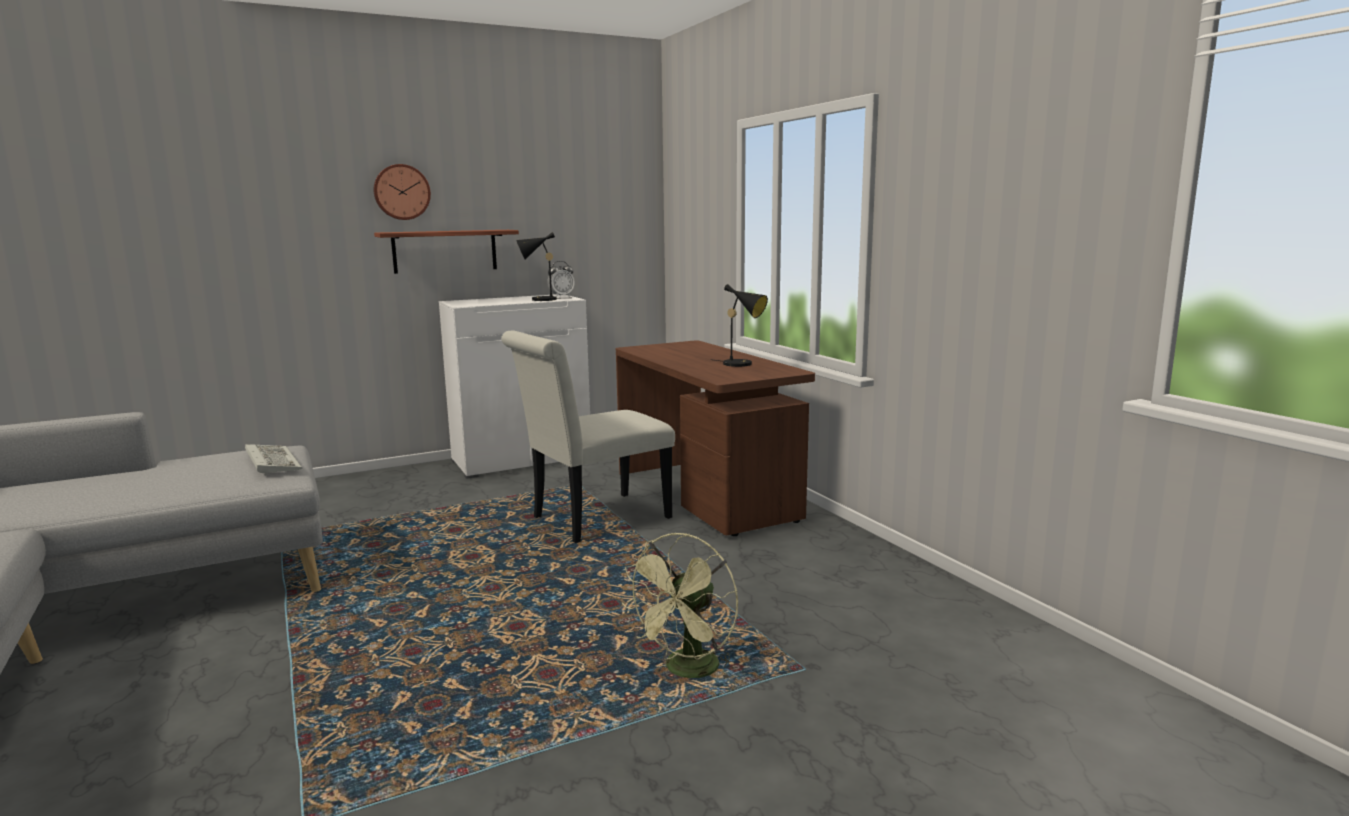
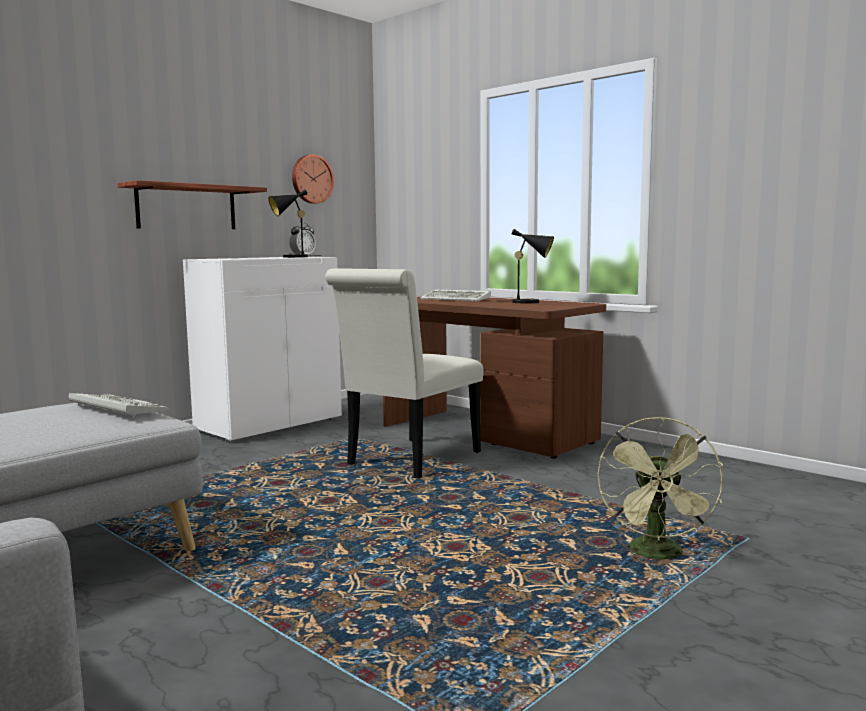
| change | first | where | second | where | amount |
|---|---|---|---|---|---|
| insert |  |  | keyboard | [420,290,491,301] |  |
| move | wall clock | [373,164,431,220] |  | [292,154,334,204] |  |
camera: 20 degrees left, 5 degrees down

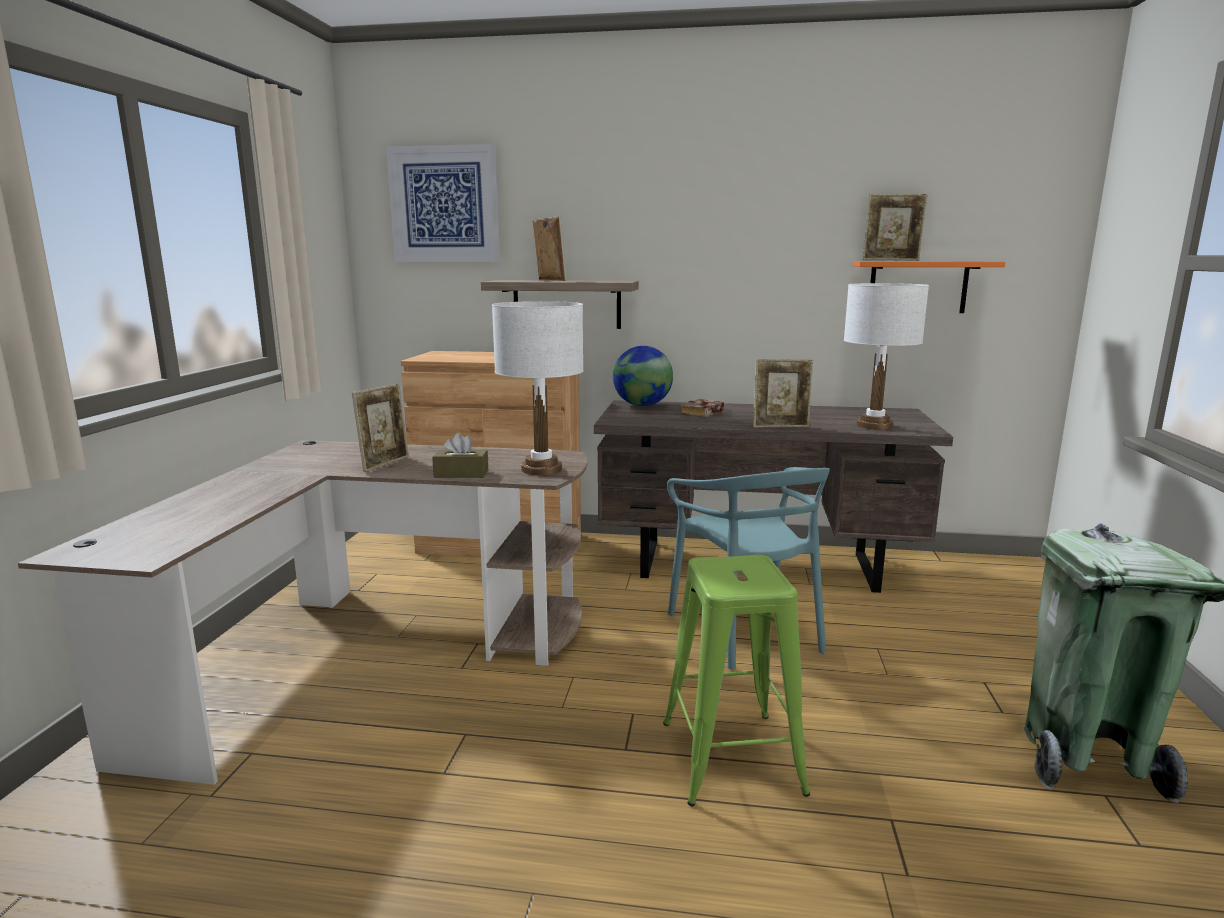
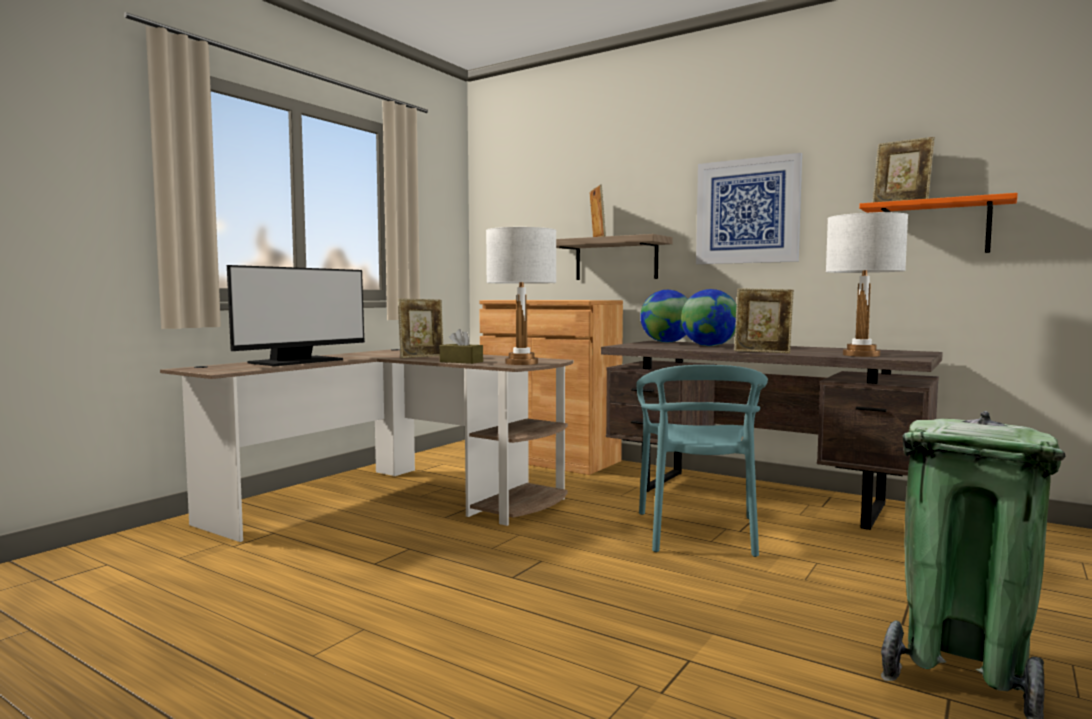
| change | first | where | second | where | amount |
|---|---|---|---|---|---|
| delete | green stool | [663,555,810,806] |  |  |  |
| insert |  |  | monitor | [227,265,365,366] |  |
| move | picture | [386,144,500,262] |  | [696,153,802,264] |  |
| replace | book | [681,399,724,417] | globe | [681,289,736,346] |  |
camera: 25 degrees right, 10 degrees down

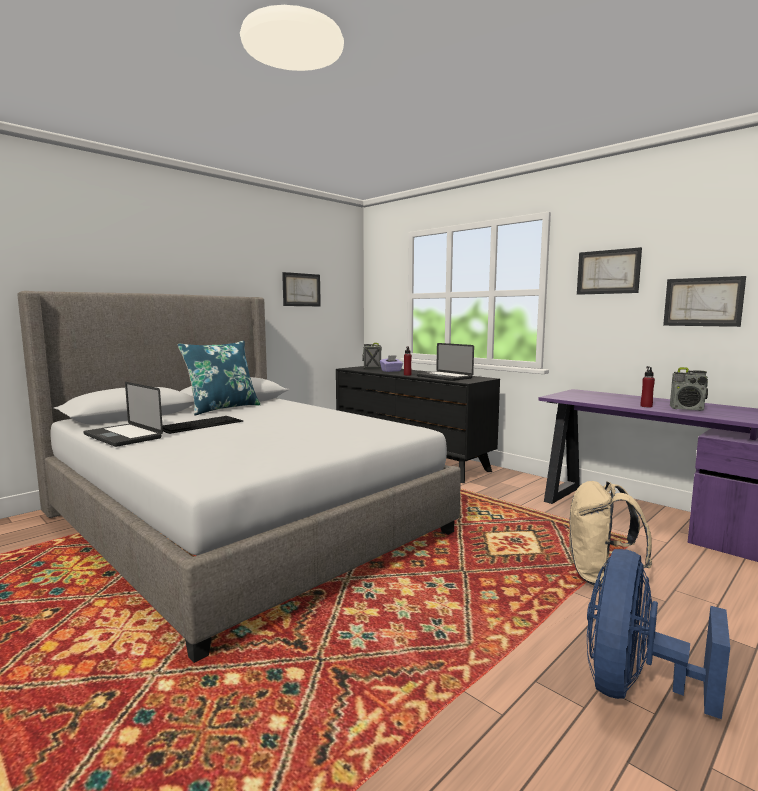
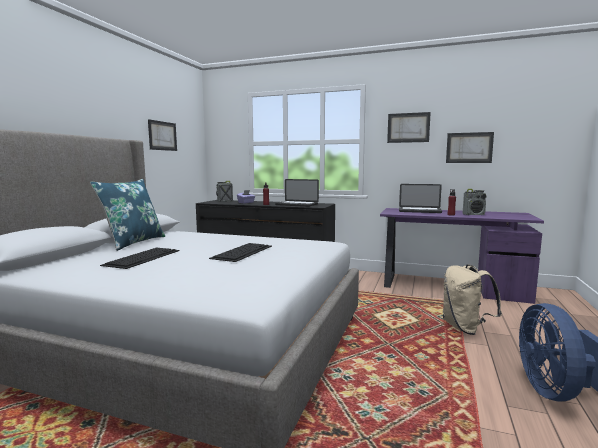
| change | first | where | second | where | amount |
|---|---|---|---|---|---|
| insert |  |  | keyboard | [209,243,272,262] |  |
| move | laptop | [83,382,163,447] |  | [399,184,442,213] |  |
camera: 25 degrees left, 0 degrees up

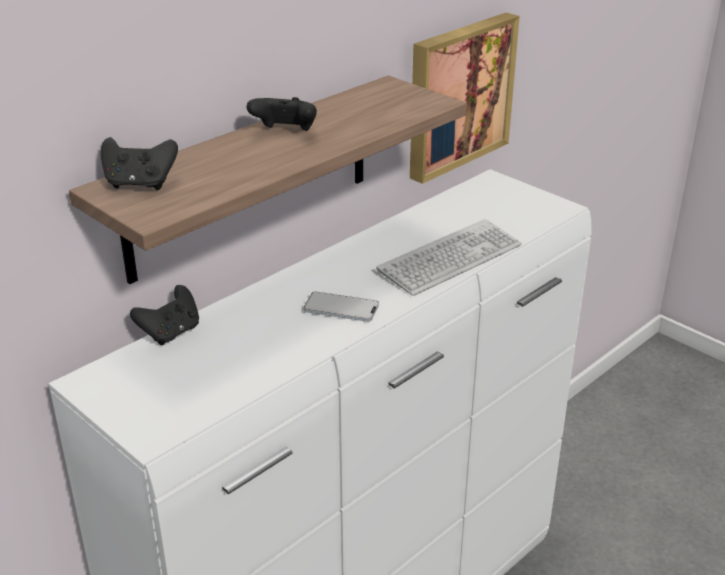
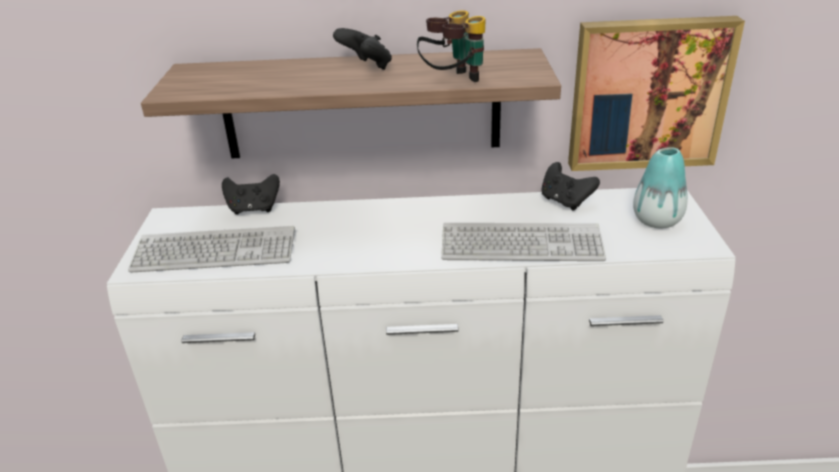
| change | first | where | second | where | amount |
|---|---|---|---|---|---|
| delete | phone | [303,292,379,322] |  |  |  |
| insert |  |  | keyboard | [128,226,295,273] |  |
| insert |  |  | binoculars | [417,10,486,82] |  |
| insert |  |  | vase | [633,147,688,228] |  |
| move | black game controller | [101,137,178,190] |  | [541,162,600,210] |  |
camera: 45 degrees right, 0 degrees up

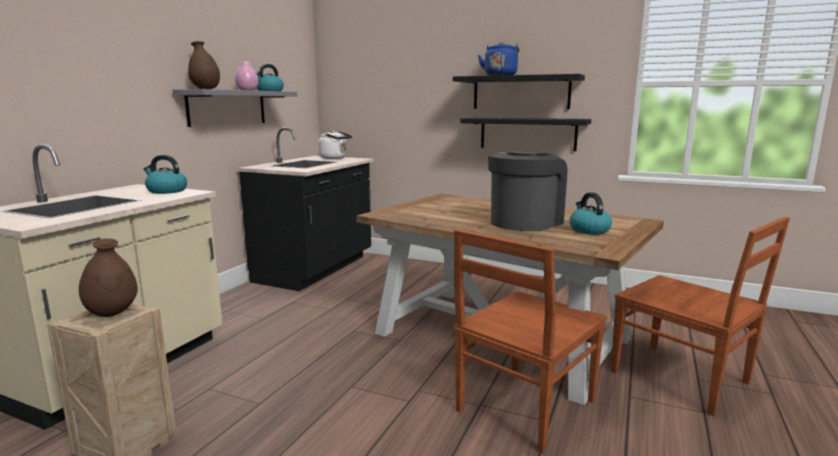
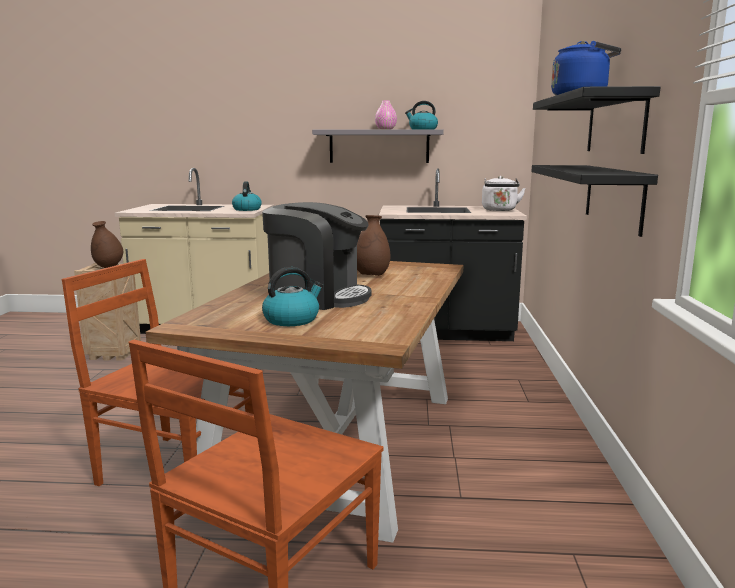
| change | first | where | second | where | amount |
|---|---|---|---|---|---|
| move | brown vase | [188,41,220,89] |  | [357,215,391,276] |  |
camera: 70 degrees right, 0 degrees up

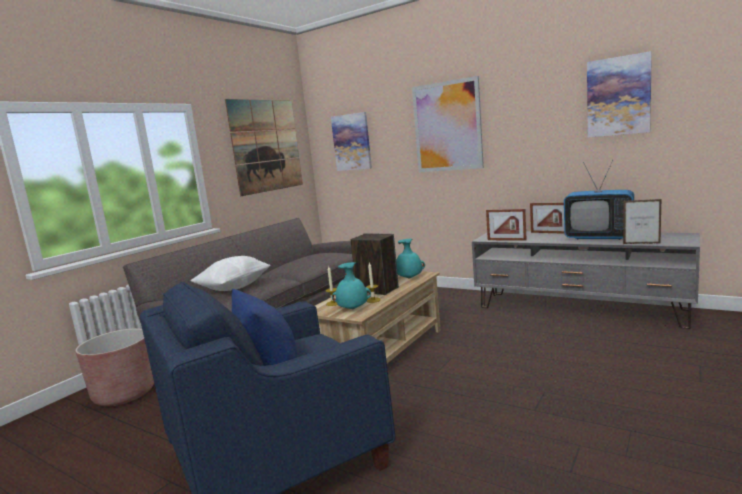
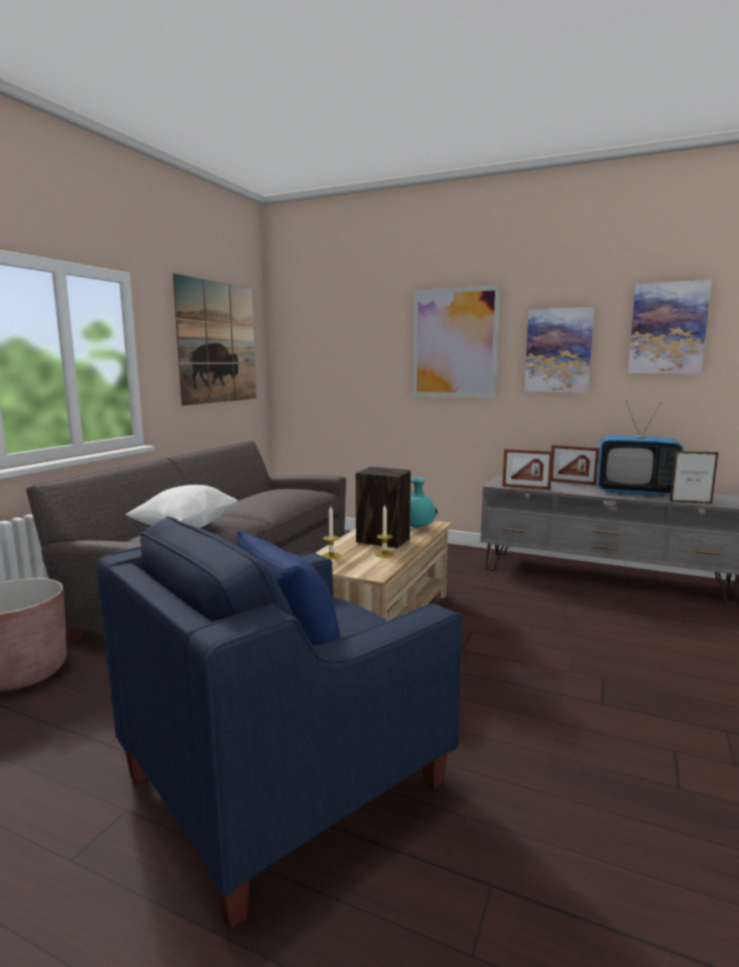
| change | first | where | second | where | amount |
|---|---|---|---|---|---|
| delete | turquoise vase | [332,262,371,309] |  |  |  |
| move | picture | [331,112,372,171] |  | [524,307,595,393] |  |
camera: 10 degrees left, 0 degrees up

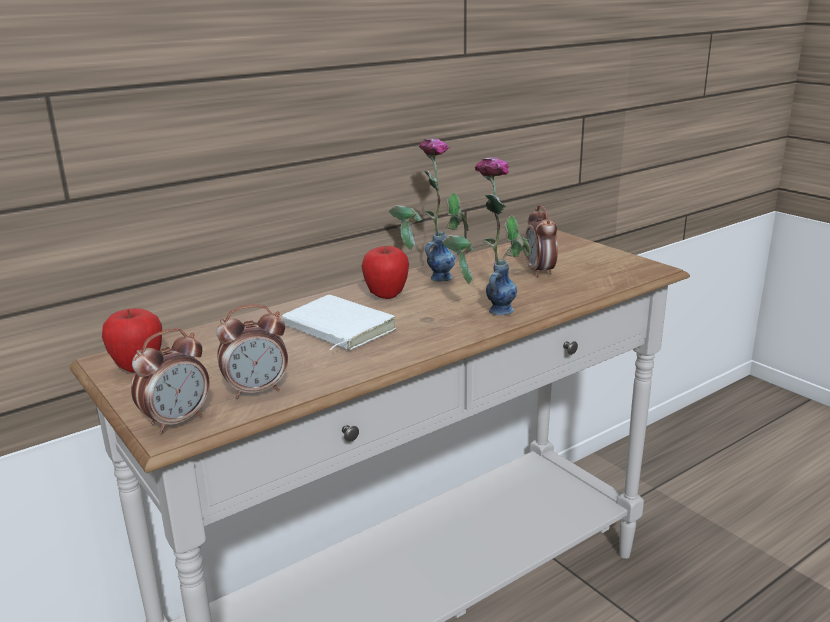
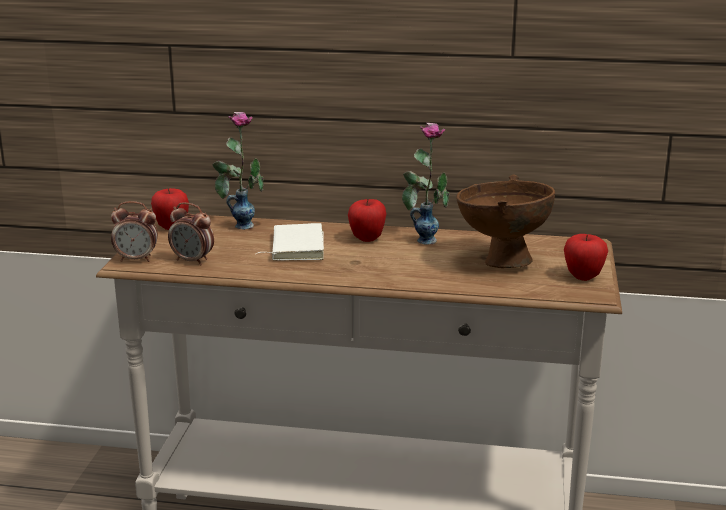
| change | first | where | second | where | amount |
|---|---|---|---|---|---|
| insert |  |  | apple | [564,234,608,281] |  |
| move | vase | [442,157,531,315] |  | [212,112,264,230] |  |
| replace | alarm clock | [525,205,558,277] | brown bowl | [456,174,555,268] |  |
camera: 45 degrees right, 0 degrees up

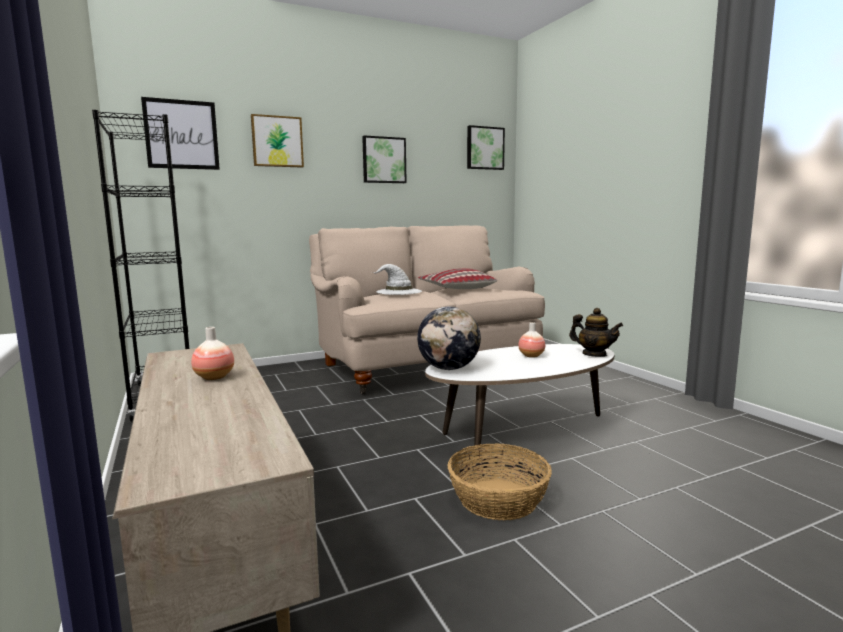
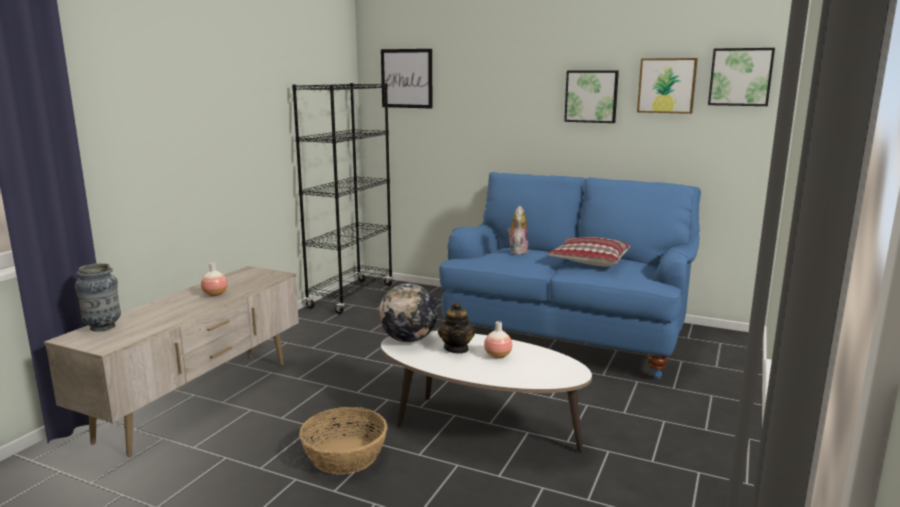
| change | first | where | second | where | amount |
|---|---|---|---|---|---|
| insert |  |  | vase | [75,263,121,332] |  |
| move | picture | [251,114,304,168] |  | [637,58,698,114] |  |
| move | teapot | [569,308,623,357] |  | [438,302,475,354] |  |
| replace | white hat | [372,264,422,295] | plush toy | [507,206,528,255] |  |
| recolor | beige sofa | [309,226,545,395] | blue sofa | [439,172,701,379] |  |
camera: 50 degrees right, 5 degrees up

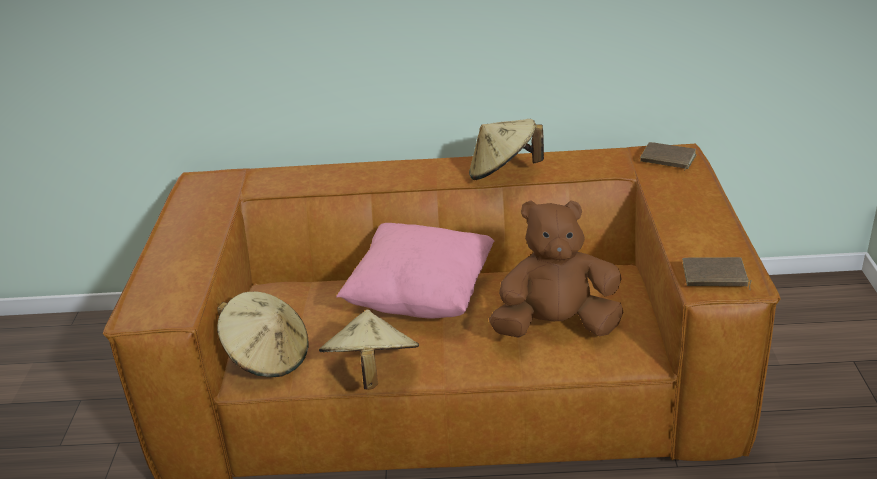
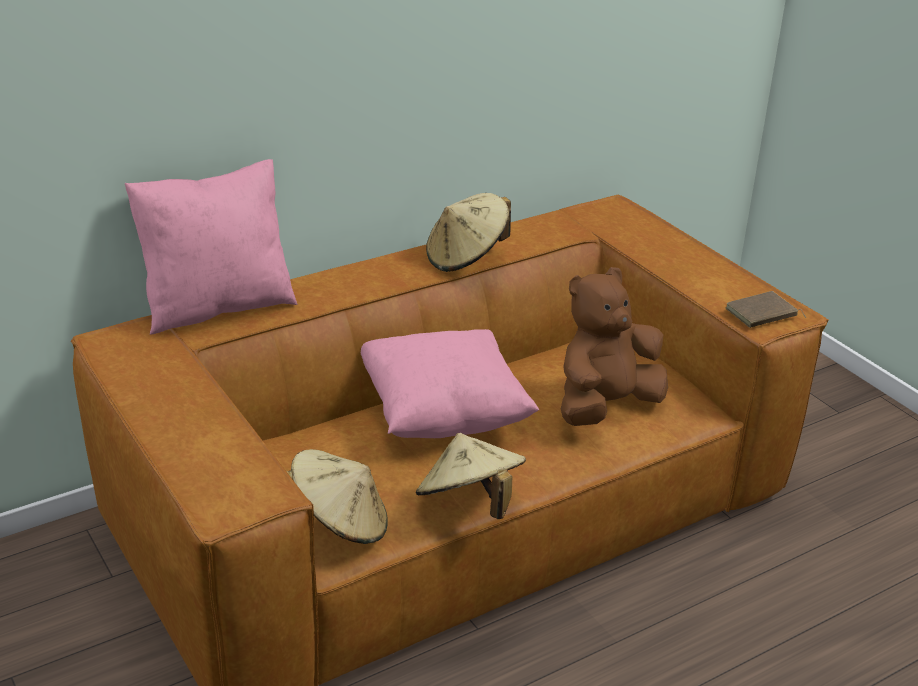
| change | first | where | second | where | amount |
|---|---|---|---|---|---|
| delete | brown book | [640,142,697,170] |  |  |  |
| insert |  |  | pink pillow | [125,159,297,335] |  |
camera: 35 degrees left, 0 degrees up

